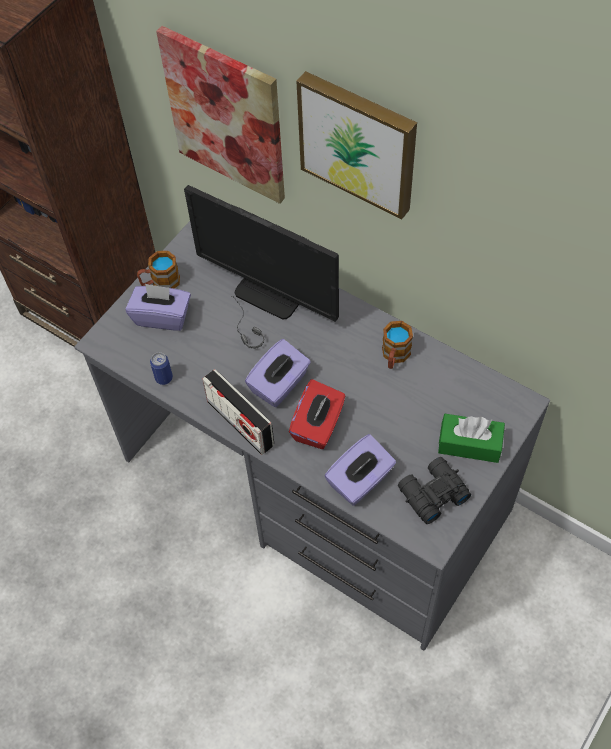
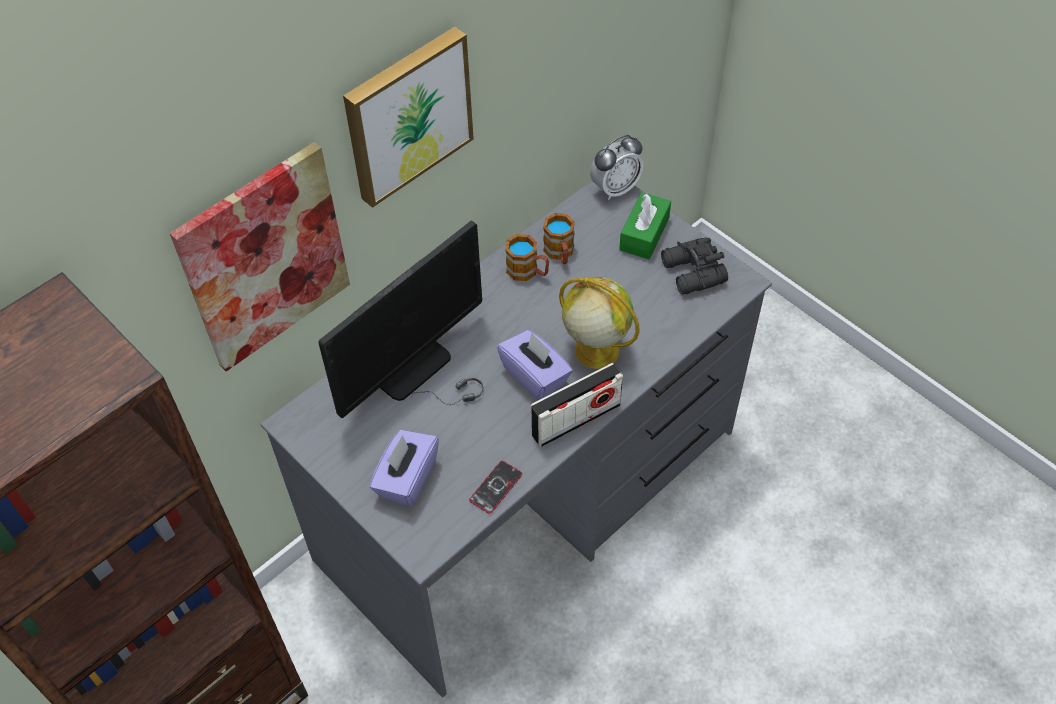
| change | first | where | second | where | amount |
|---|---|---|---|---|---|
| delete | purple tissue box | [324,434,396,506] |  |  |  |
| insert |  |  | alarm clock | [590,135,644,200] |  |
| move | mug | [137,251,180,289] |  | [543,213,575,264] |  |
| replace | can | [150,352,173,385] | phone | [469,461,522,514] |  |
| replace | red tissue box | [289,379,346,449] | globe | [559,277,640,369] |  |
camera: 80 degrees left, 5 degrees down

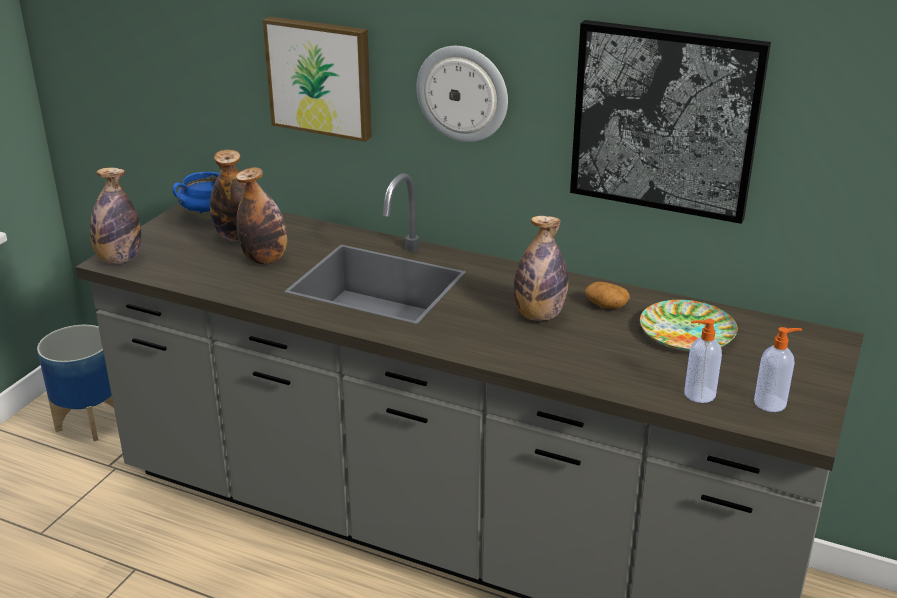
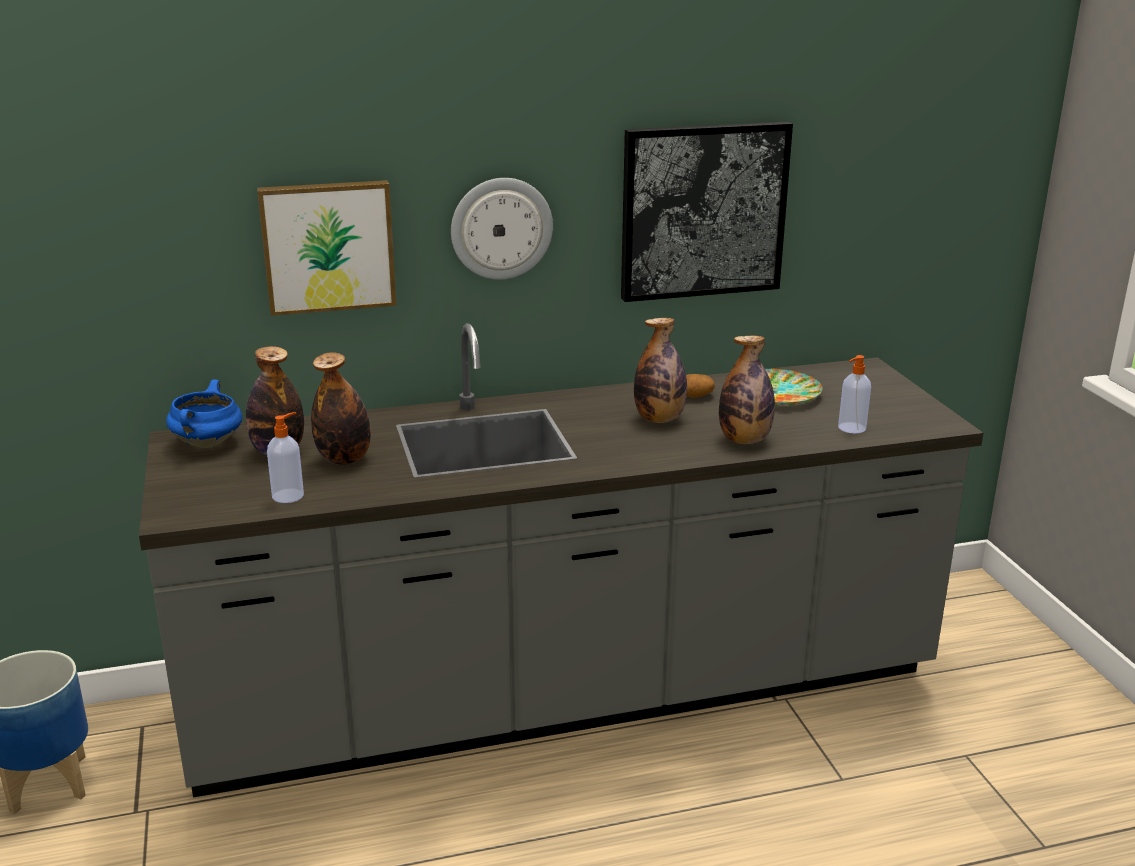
| change | first | where | second | where | amount |
|---|---|---|---|---|---|
| move | bottle | [90,168,141,264] |  | [719,336,775,444] |  |
| move | soap dispenser | [754,327,802,412] |  | [267,412,304,503] |  |
camera: 40 degrees left, 5 degrees down

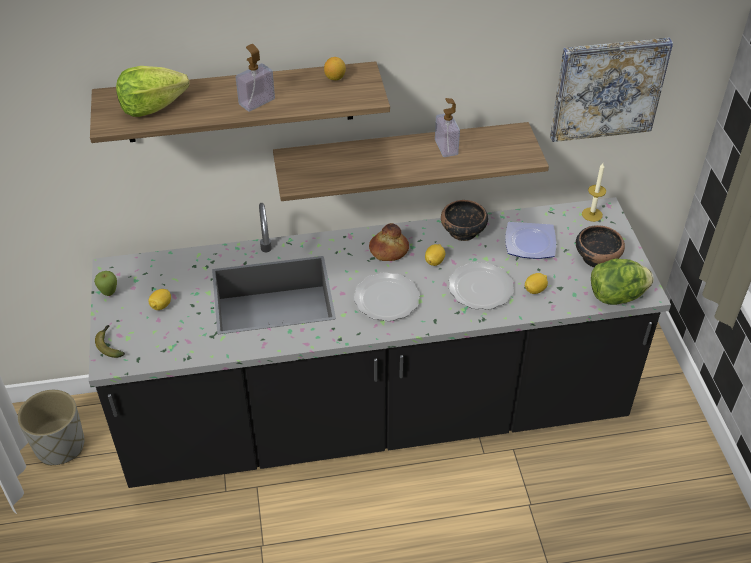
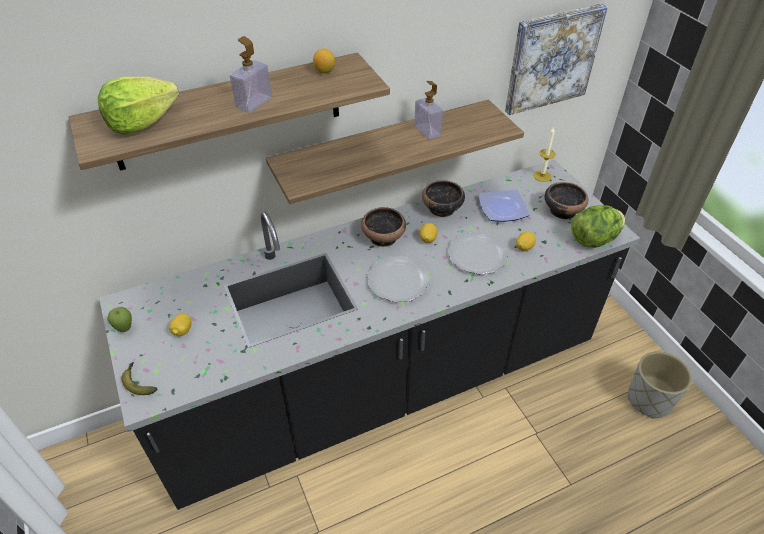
| change | first | where | second | where | amount |
|---|---|---|---|---|---|
| move | grey planter | [18,390,84,465] |  | [628,351,692,418] |  |
| replace | bread | [369,223,409,261] | bowl | [361,207,406,247] |  |
camera: 15 degrees left, 0 degrees up

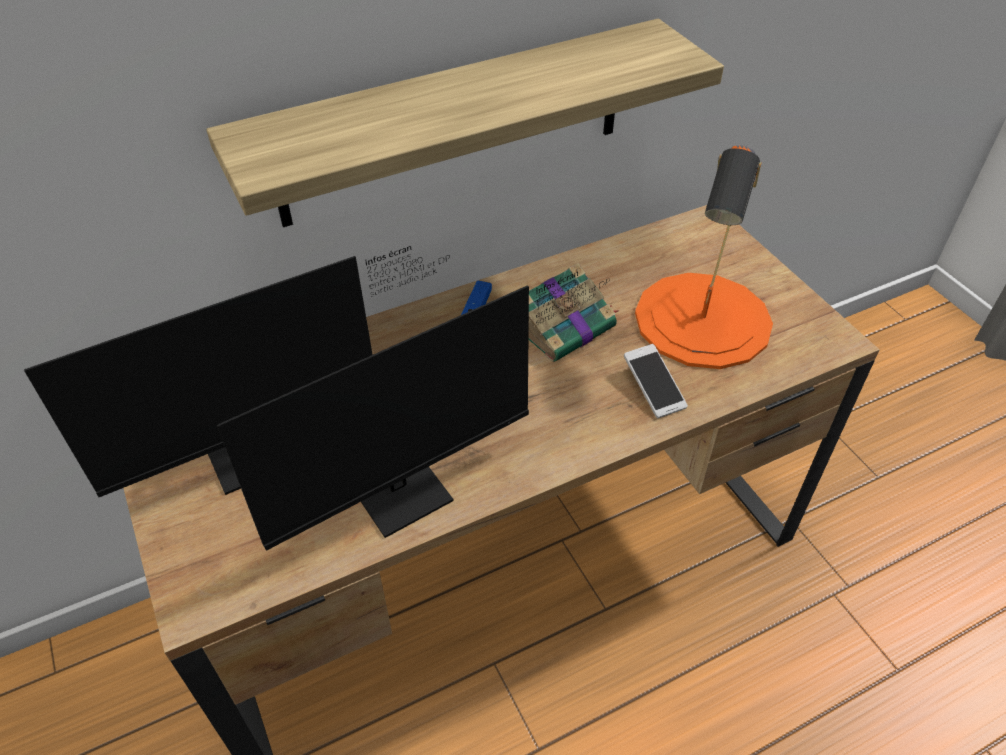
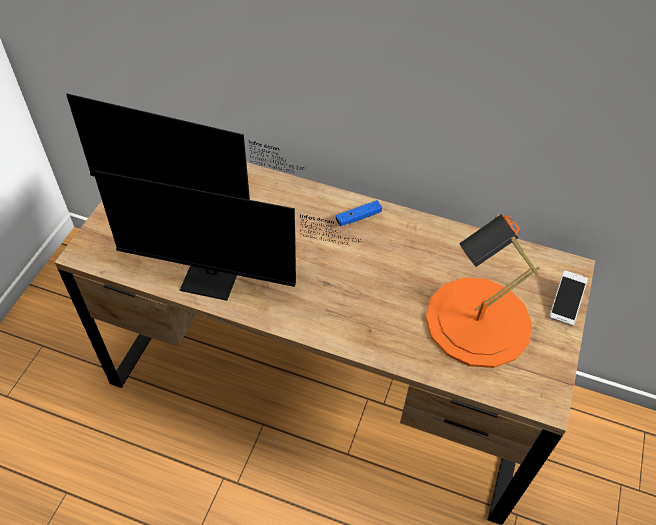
| change | first | where | second | where | amount |
|---|---|---|---|---|---|
| delete | shelf | [206,19,724,227] |  |  |  |
| delete | book | [528,263,619,362] |  |  |  |
| move | phone | [624,344,688,418] |  | [549,270,588,326] |  |
camera: 45 degrees right, 5 degrees up

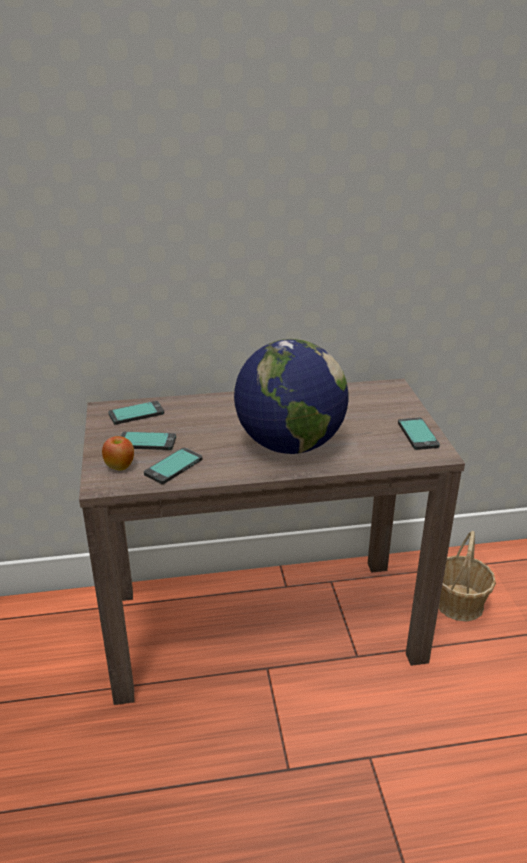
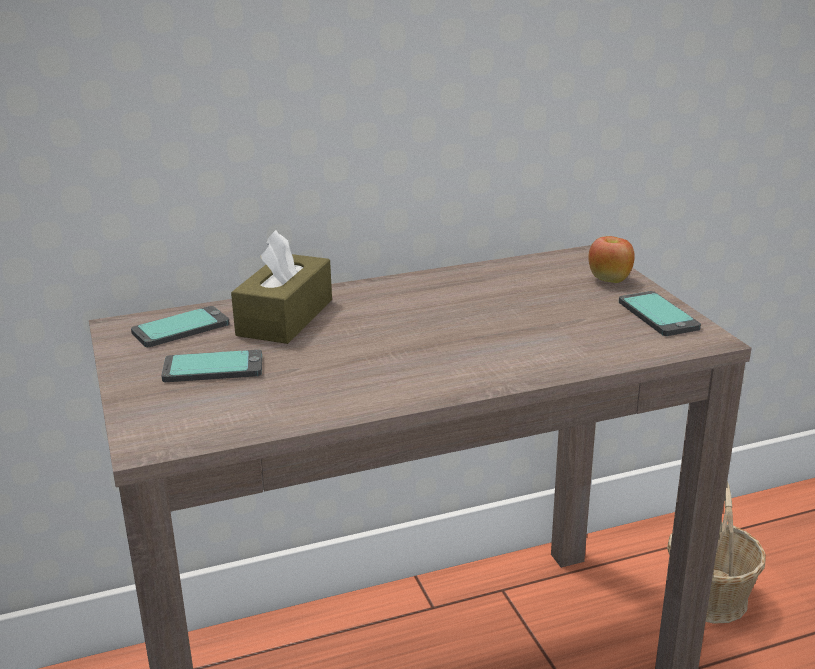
| change | first | where | second | where | amount |
|---|---|---|---|---|---|
| delete | phone | [144,448,202,484] |  |  |  |
| delete | globe | [234,339,349,454] |  |  |  |
| insert |  |  | brown tissue box | [231,230,332,344] |  |
| move | apple | [102,436,134,471] |  | [588,236,635,283] |  |
camera: 10 degrees left, 5 degrees down

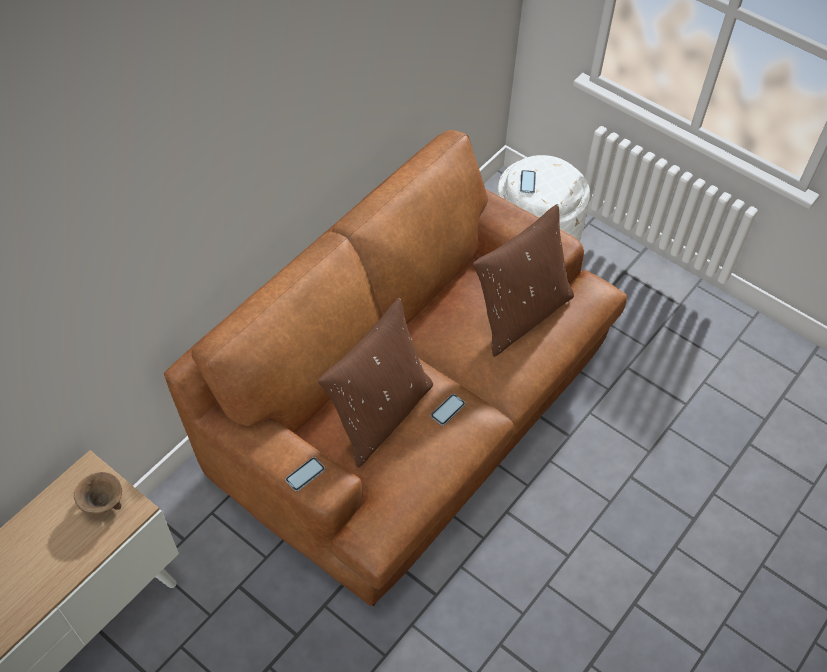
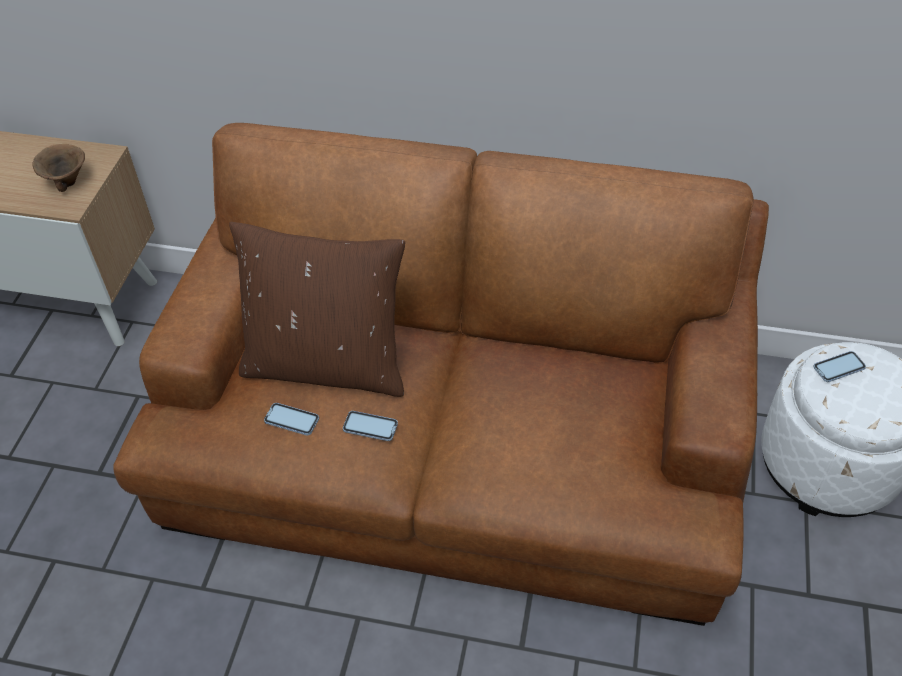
| change | first | where | second | where | amount |
|---|---|---|---|---|---|
| delete | brown pillow | [473,204,574,357] |  |  |  |
| move | phone | [285,457,325,491] |  | [264,403,319,436] |  |
camera: 65 degrees right, 5 degrees down

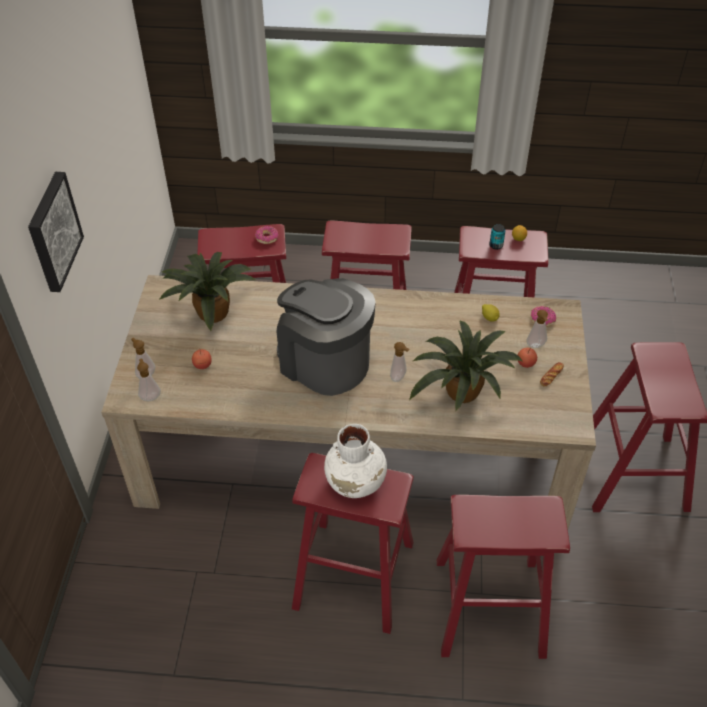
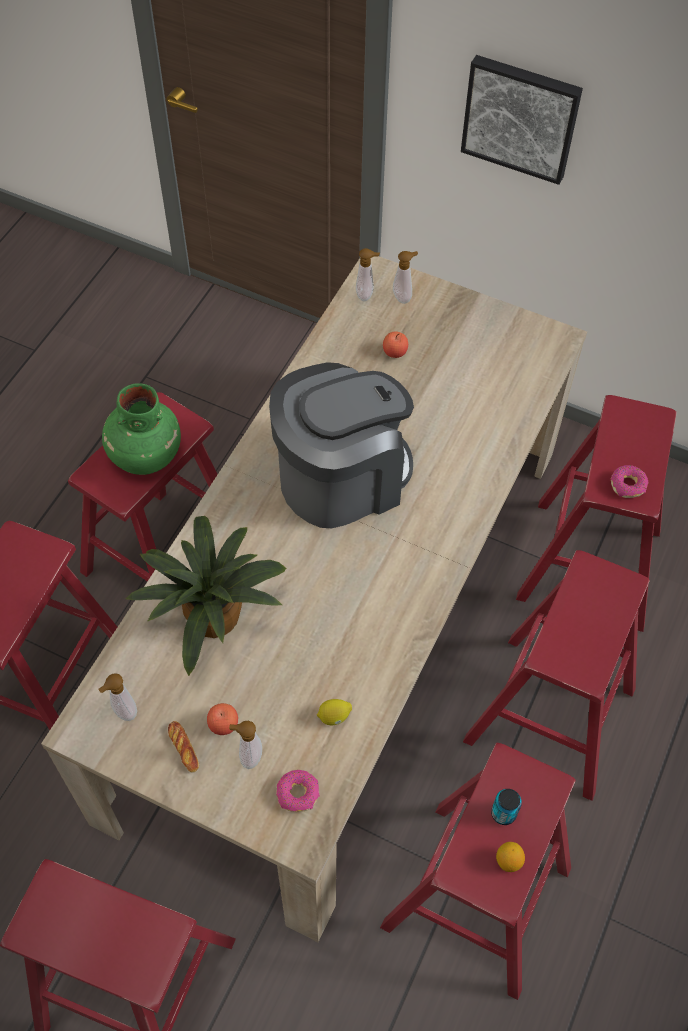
| change | first | where | second | where | amount |
|---|---|---|---|---|---|
| delete | potted plant | [159,252,256,331] |  |  |  |
| move | soap dispenser | [390,342,410,382] |  | [98,673,137,721] |  |
| recolor | white vase | [324,424,387,498] | green vase | [102,383,181,475] |  |
camera: 110 degrees right, 10 degrees up

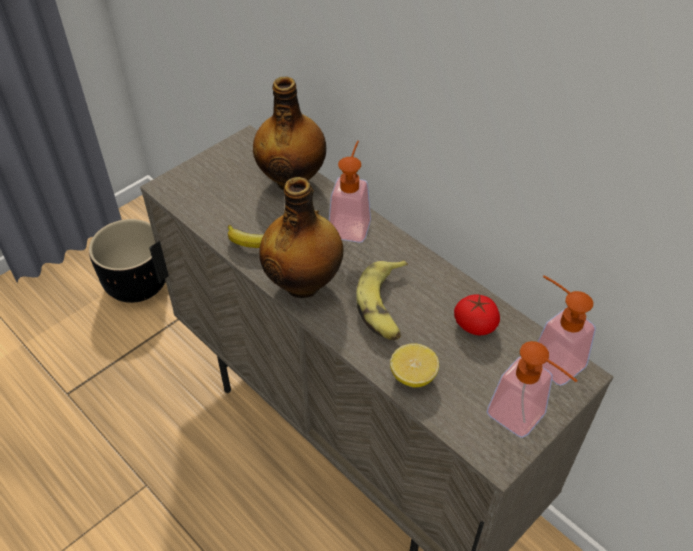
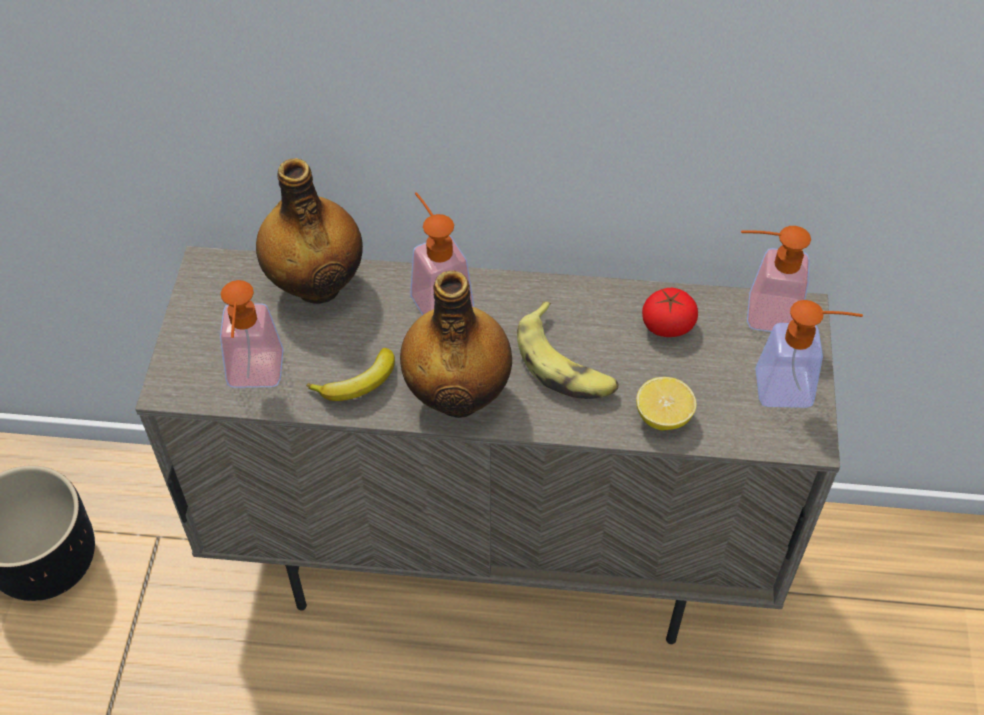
| change | first | where | second | where | amount |
|---|---|---|---|---|---|
| insert |  |  | soap dispenser | [220,280,283,388] |  |
camera: 40 degrees left, 5 degrees up

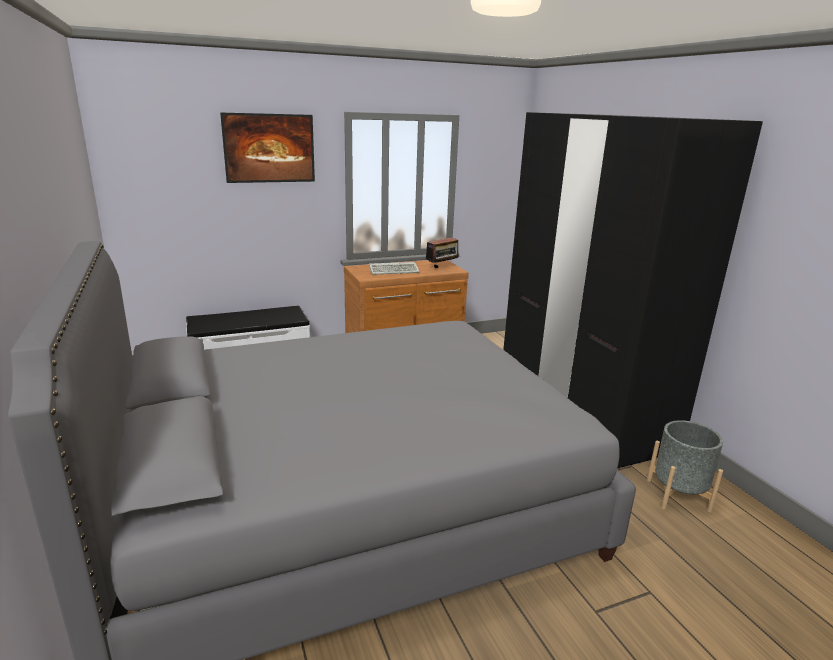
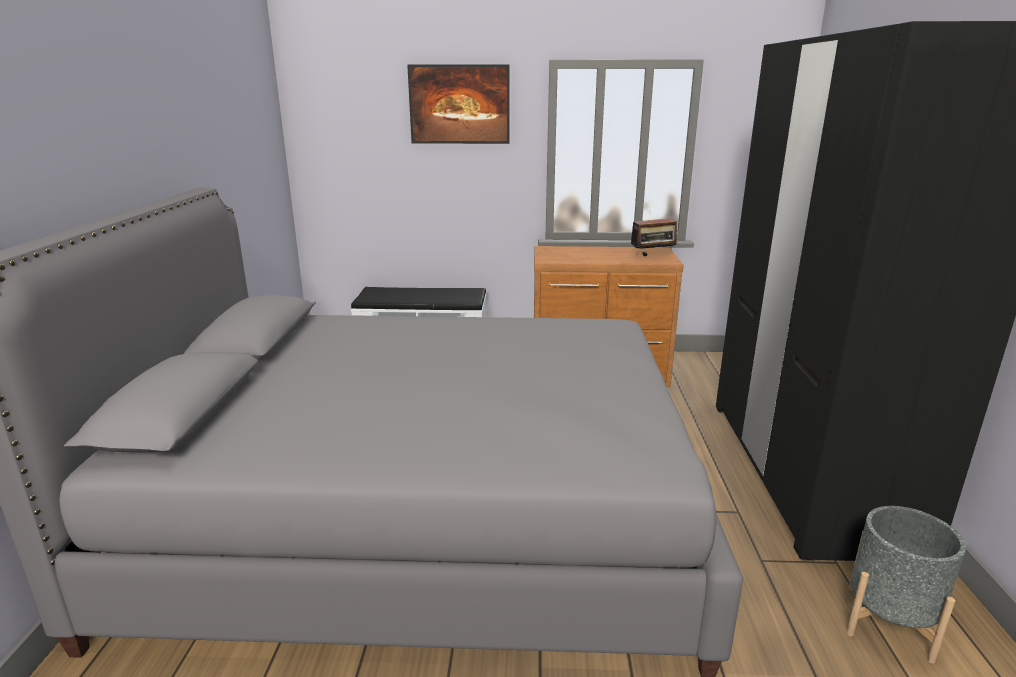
| change | first | where | second | where | amount |
|---|---|---|---|---|---|
| delete | keyboard | [369,262,420,275] |  |  |  |
camera: 25 degrees right, 0 degrees up

